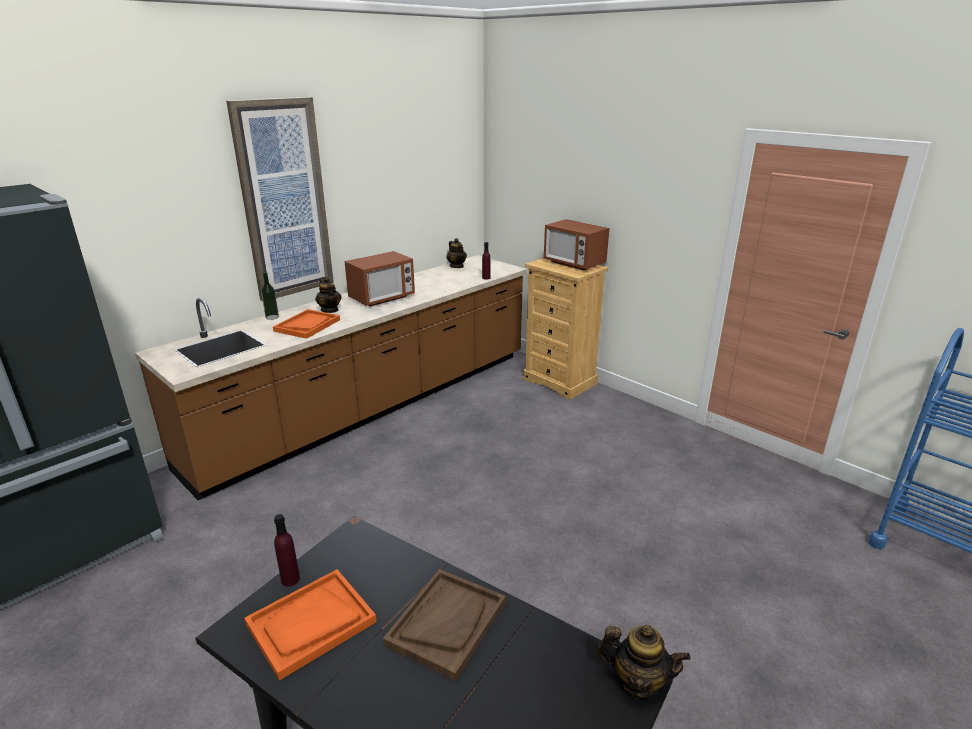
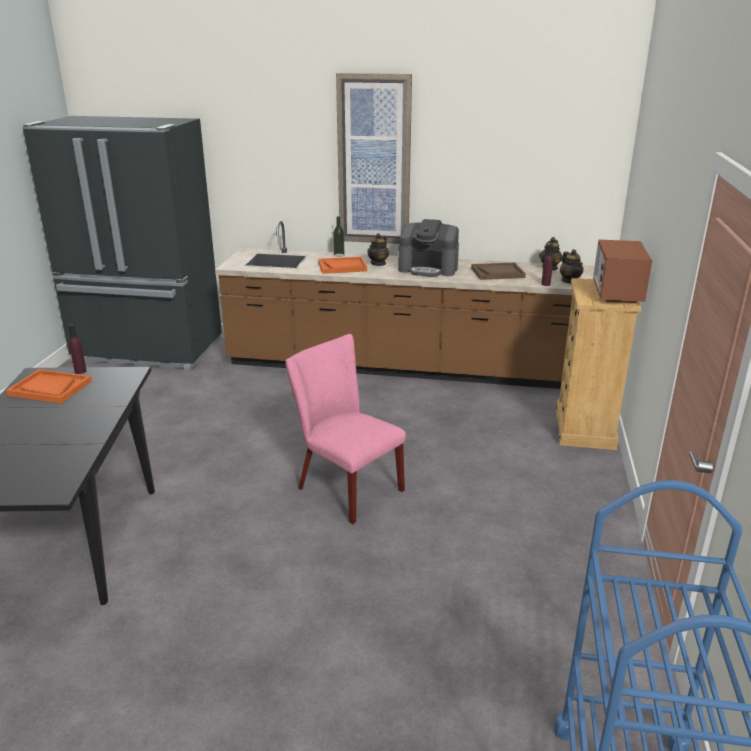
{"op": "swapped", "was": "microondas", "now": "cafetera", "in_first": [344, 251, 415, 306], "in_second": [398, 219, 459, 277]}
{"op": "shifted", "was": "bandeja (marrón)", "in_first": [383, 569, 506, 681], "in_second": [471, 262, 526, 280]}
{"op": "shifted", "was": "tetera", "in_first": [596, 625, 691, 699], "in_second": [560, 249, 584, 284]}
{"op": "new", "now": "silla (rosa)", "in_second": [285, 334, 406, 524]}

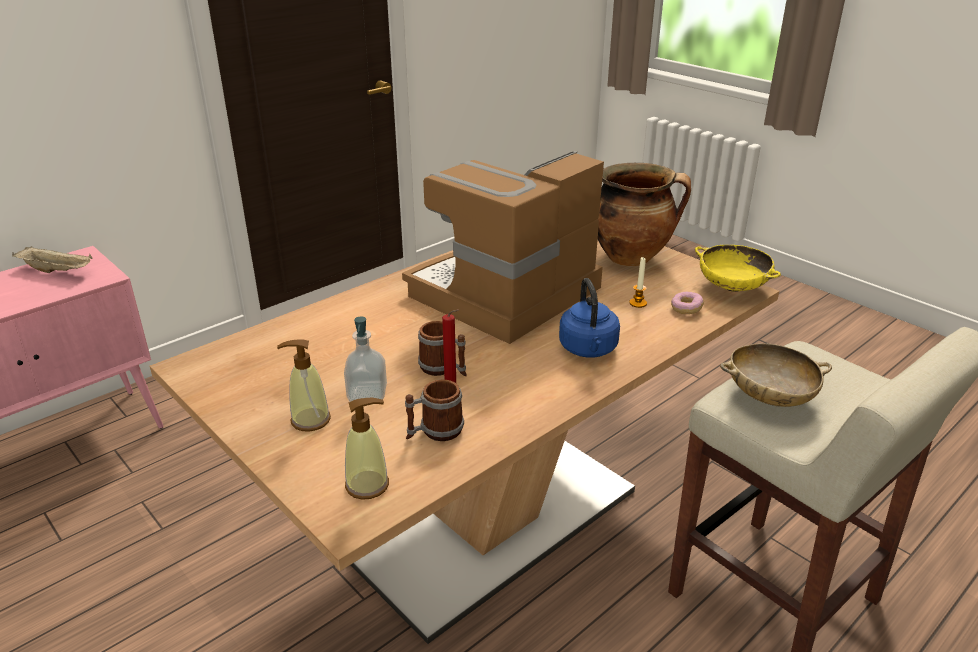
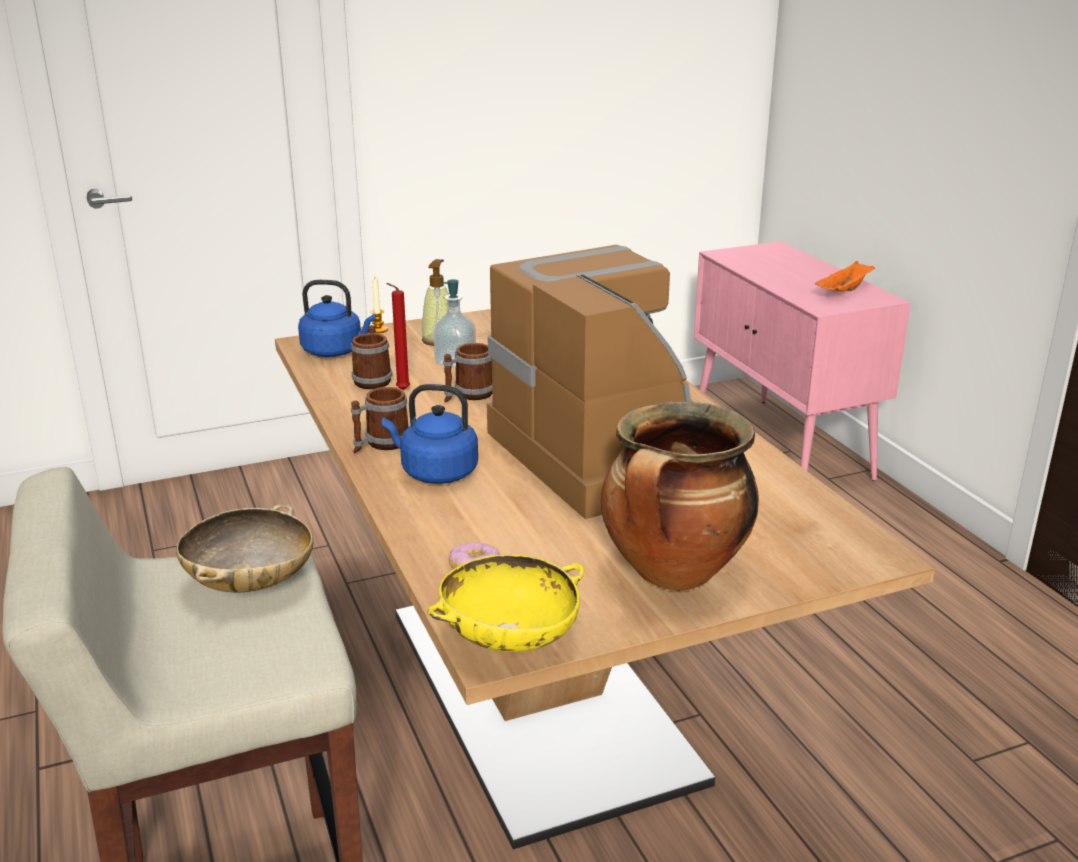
{"op": "repainted", "was": "bandeja (beis)", "now": "bandeja (naranja)", "in_first": [12, 246, 93, 273], "in_second": [815, 261, 875, 291]}
{"op": "swapped", "was": "dispensador de jabón", "now": "hervidor (azul)", "in_first": [345, 398, 389, 500], "in_second": [298, 280, 375, 357]}
{"op": "shifted", "was": "vela", "in_first": [629, 257, 647, 308], "in_second": [370, 277, 388, 333]}
{"op": "new", "now": "taza grande", "in_second": [351, 387, 408, 453]}

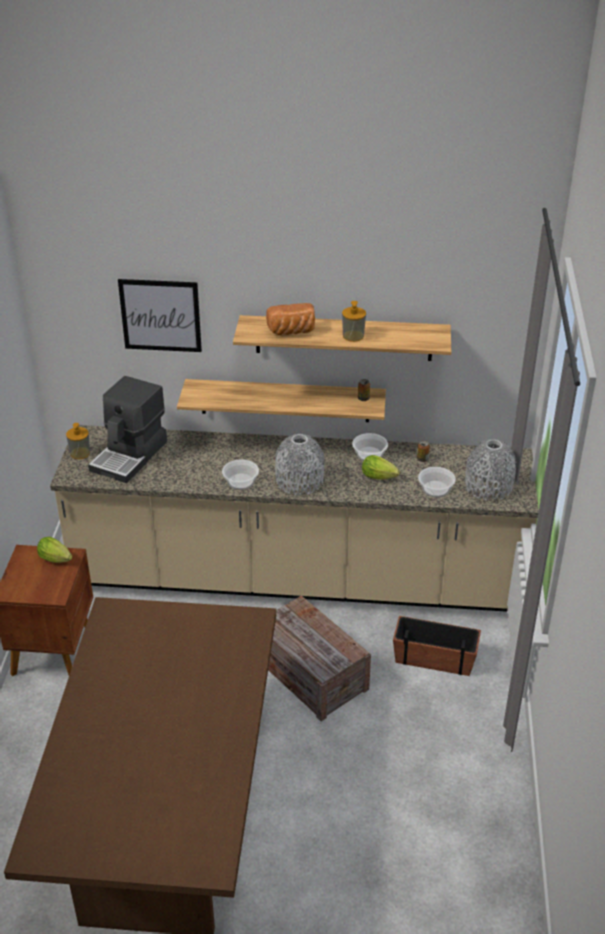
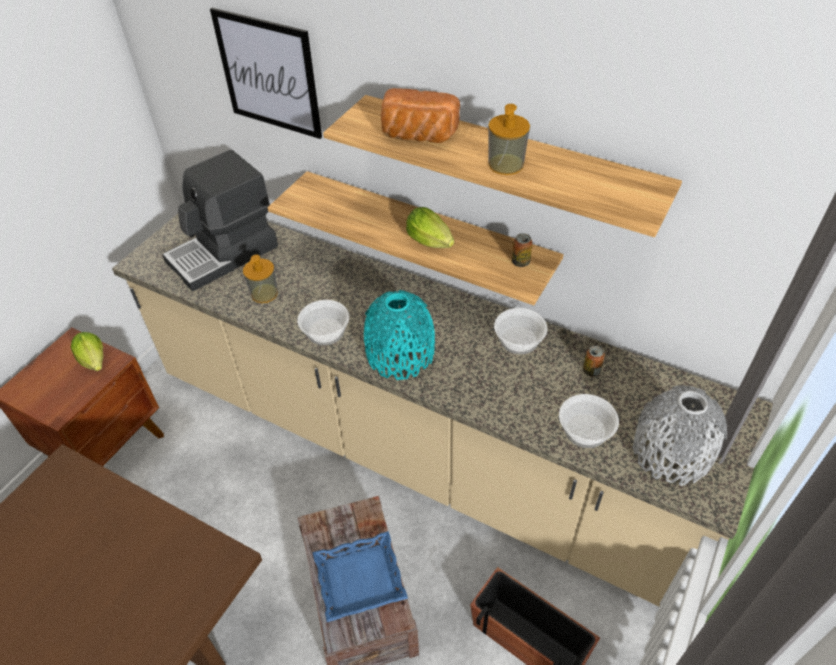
{"op": "shifted", "was": "dispensador de jabón", "in_first": [66, 423, 90, 459], "in_second": [243, 255, 278, 303]}
{"op": "repainted", "was": "florero (gris)", "now": "florero (turquesa)", "in_first": [275, 434, 325, 495], "in_second": [364, 290, 435, 380]}
{"op": "shifted", "was": "lechuga", "in_first": [362, 455, 400, 480], "in_second": [406, 207, 454, 248]}
{"op": "new", "now": "bandeja (azul)", "in_second": [312, 531, 408, 622]}

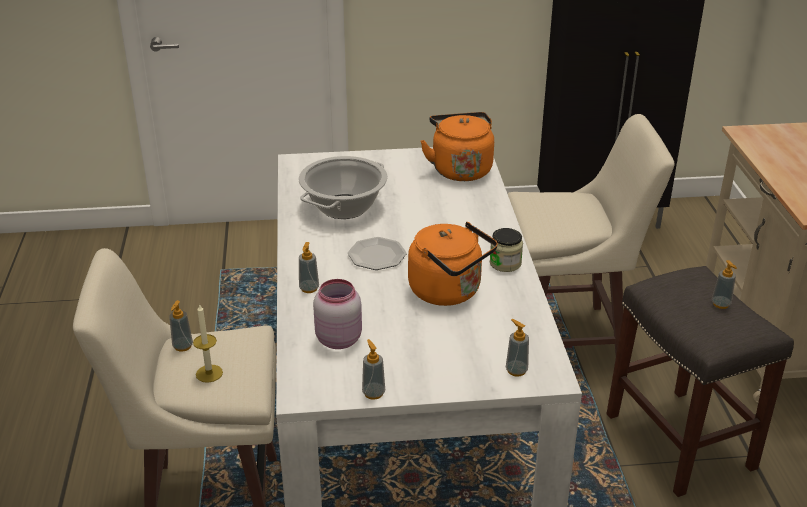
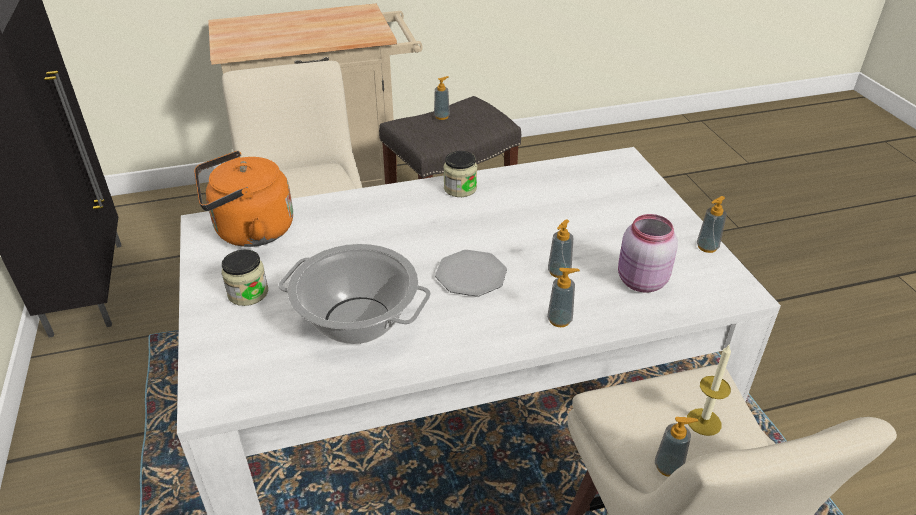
{"op": "gone", "was": "hervidor (naranja)", "in_first": [408, 222, 498, 306]}
{"op": "shifted", "was": "dispensador de jabón", "in_first": [506, 319, 529, 377], "in_second": [548, 219, 573, 278]}
{"op": "new", "now": "tarro", "in_second": [222, 249, 268, 306]}

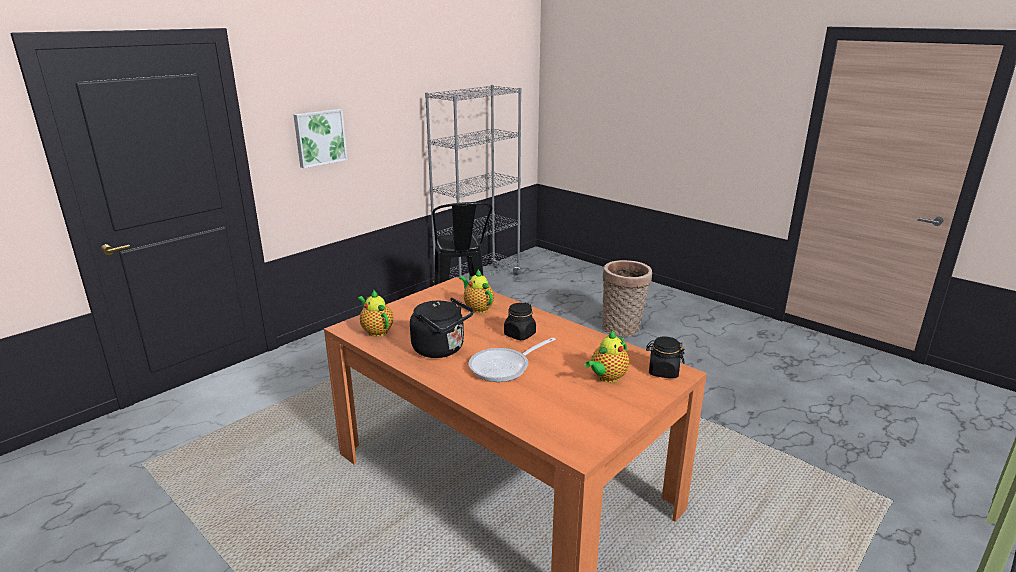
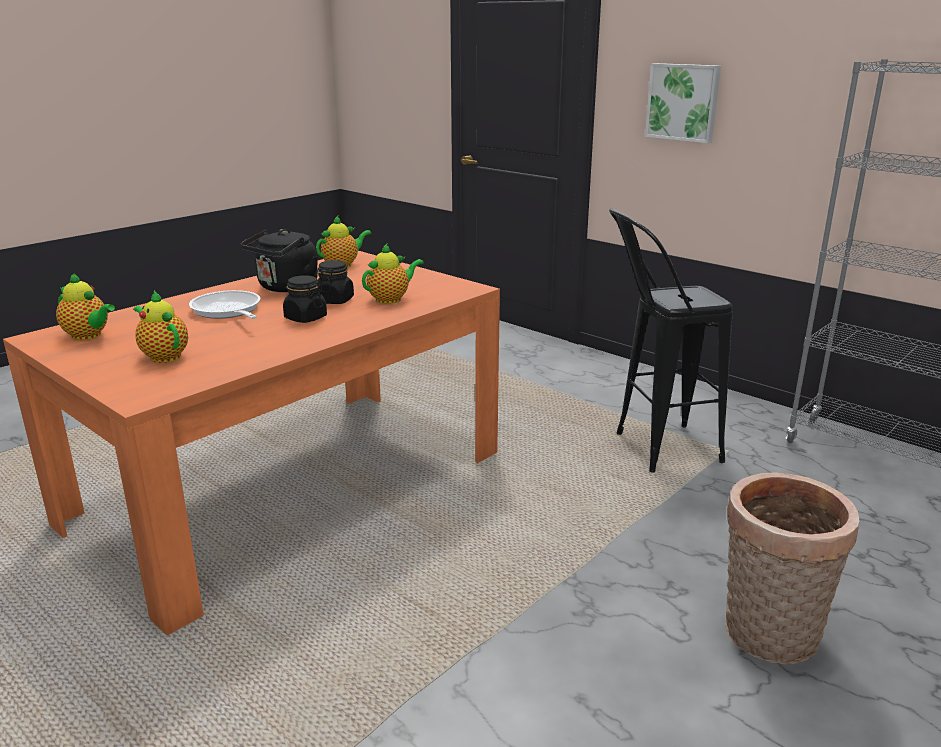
{"op": "shifted", "was": "tarro (negro)", "in_first": [646, 336, 685, 378], "in_second": [317, 260, 354, 304]}
{"op": "new", "now": "tetera", "in_second": [56, 273, 115, 340]}

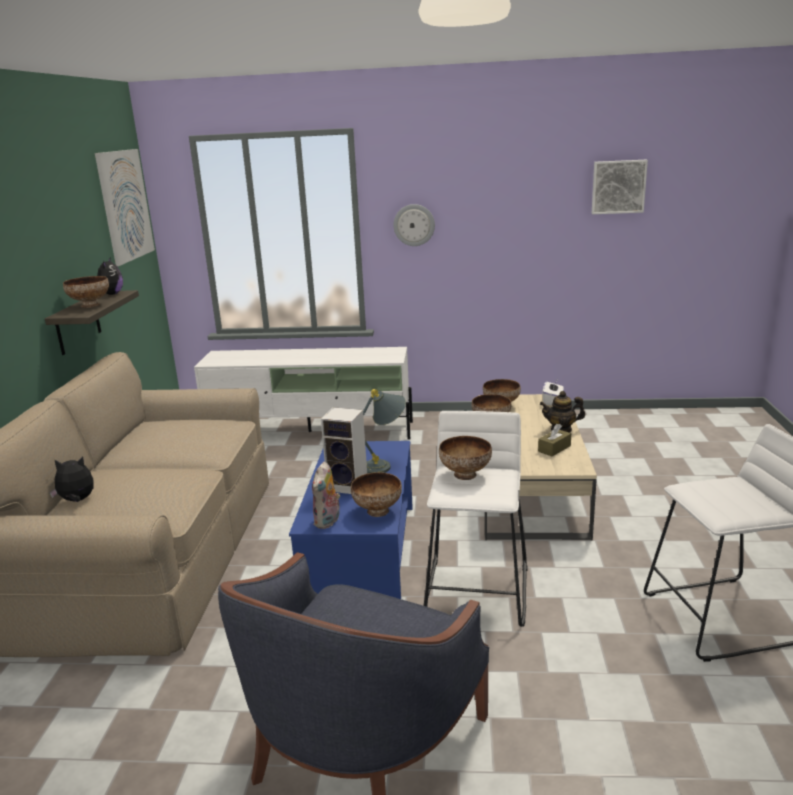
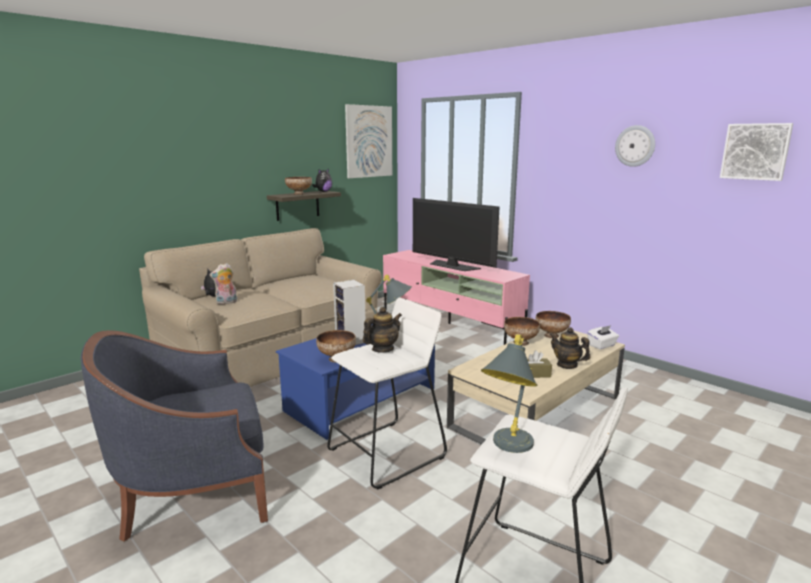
{"op": "repainted", "was": "mueble de televisión (blanco)", "now": "mueble de televisión (rosa)", "in_first": [194, 347, 413, 440], "in_second": [383, 250, 530, 345]}
{"op": "shifted", "was": "peluche", "in_first": [312, 462, 340, 529], "in_second": [210, 263, 237, 304]}
{"op": "shifted", "was": "reloj de pared", "in_first": [393, 204, 435, 246], "in_second": [615, 125, 655, 167]}
{"op": "swapped", "was": "cuenco", "now": "tetera", "in_first": [439, 436, 492, 480], "in_second": [363, 307, 402, 353]}
{"op": "new", "now": "televisor", "in_second": [413, 198, 500, 271]}
{"op": "new", "now": "lámpara de mesa (gris)", "in_second": [481, 334, 537, 453]}

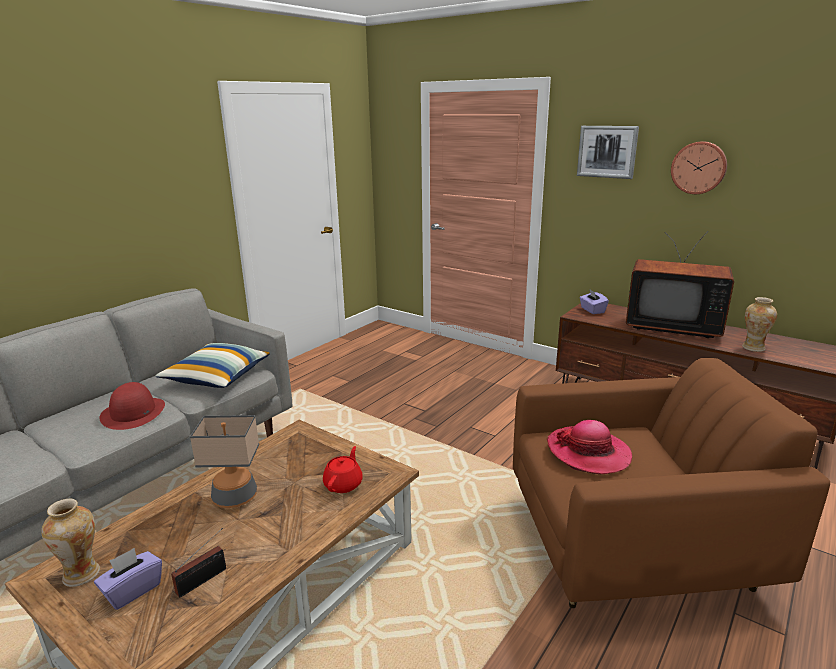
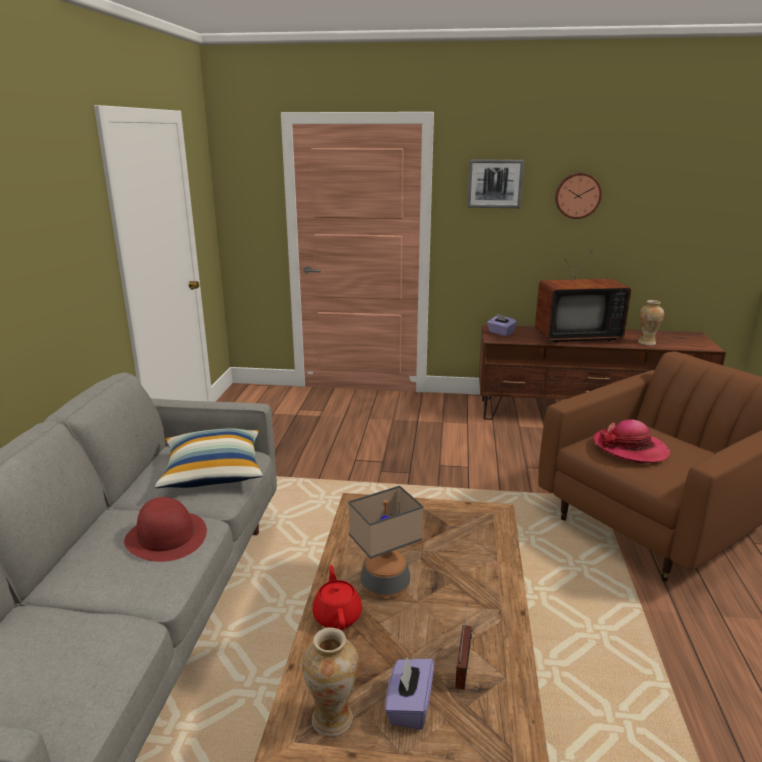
{"op": "shifted", "was": "tetera (rojo)", "in_first": [323, 446, 363, 493], "in_second": [313, 565, 362, 630]}

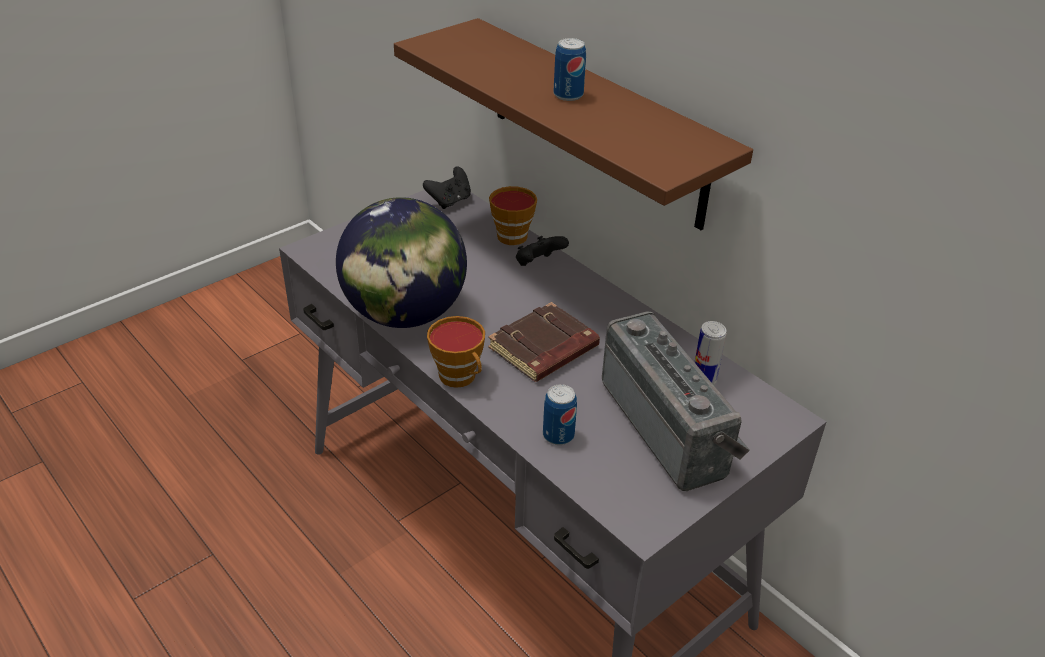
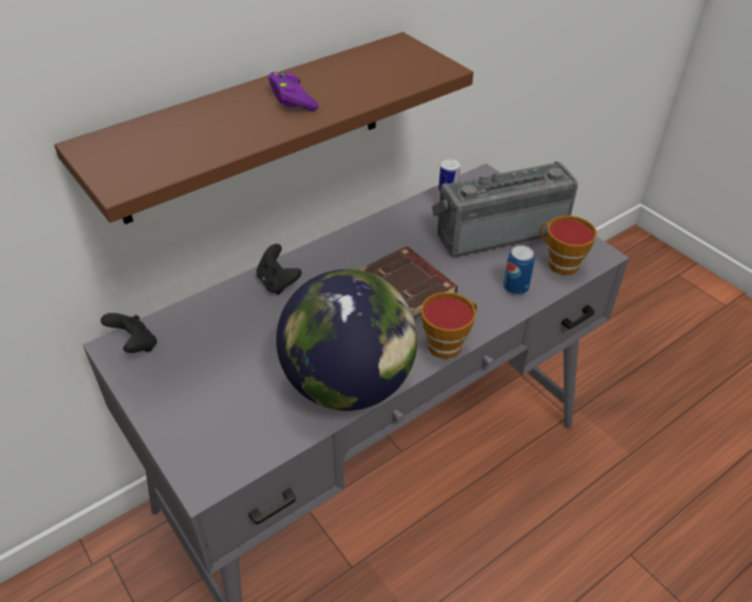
{"op": "shifted", "was": "taza", "in_first": [489, 186, 537, 245], "in_second": [539, 216, 597, 275]}
{"op": "swapped", "was": "lata", "now": "mando de consola (morado)", "in_first": [553, 38, 586, 101], "in_second": [268, 72, 319, 111]}

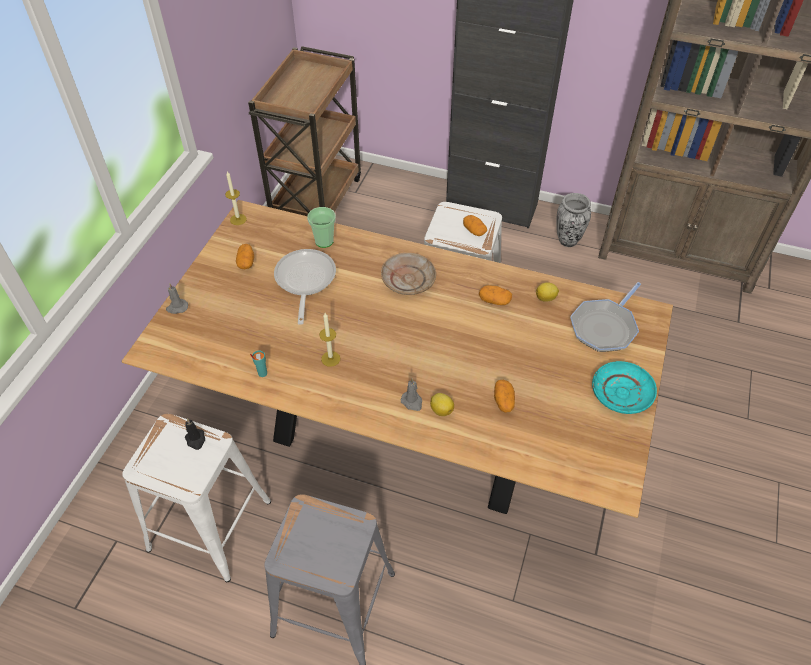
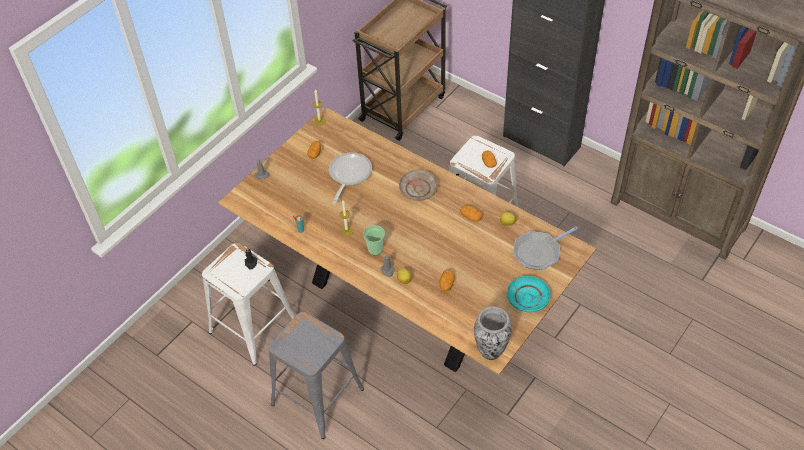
{"op": "shifted", "was": "taza", "in_first": [307, 207, 336, 248], "in_second": [363, 225, 385, 256]}
{"op": "shifted", "was": "florero", "in_first": [556, 193, 591, 247], "in_second": [474, 306, 512, 360]}

